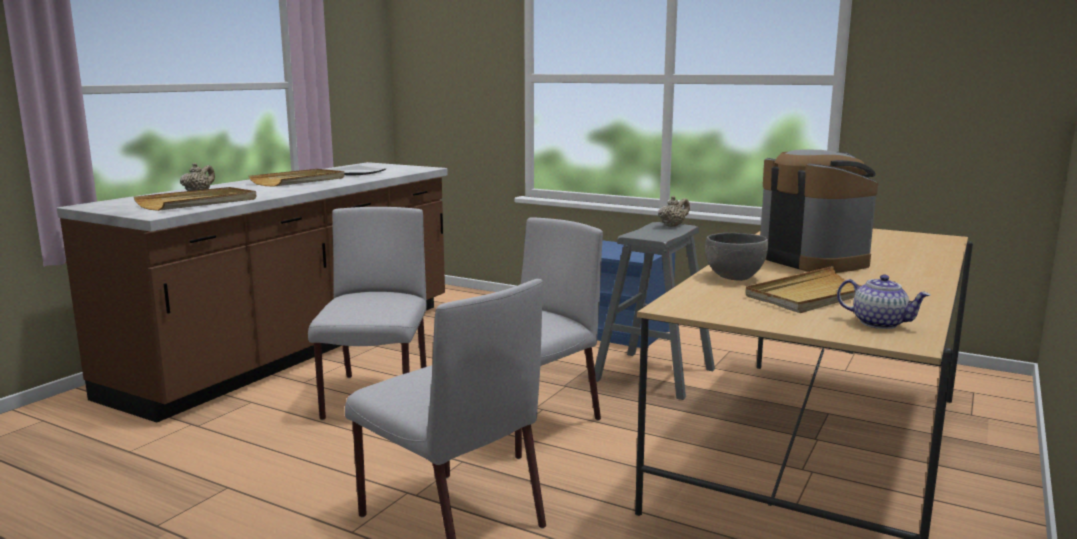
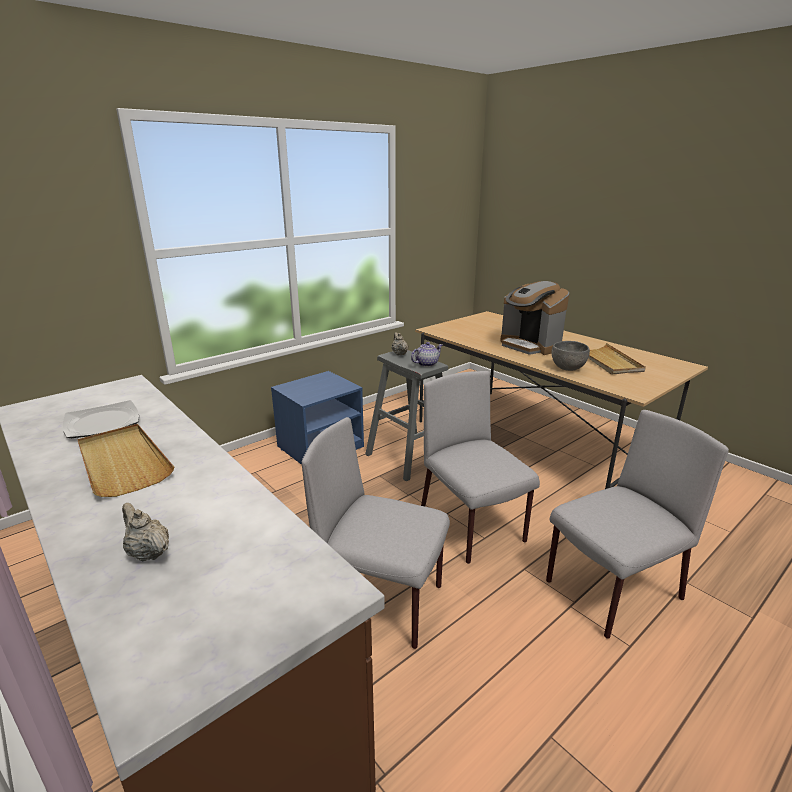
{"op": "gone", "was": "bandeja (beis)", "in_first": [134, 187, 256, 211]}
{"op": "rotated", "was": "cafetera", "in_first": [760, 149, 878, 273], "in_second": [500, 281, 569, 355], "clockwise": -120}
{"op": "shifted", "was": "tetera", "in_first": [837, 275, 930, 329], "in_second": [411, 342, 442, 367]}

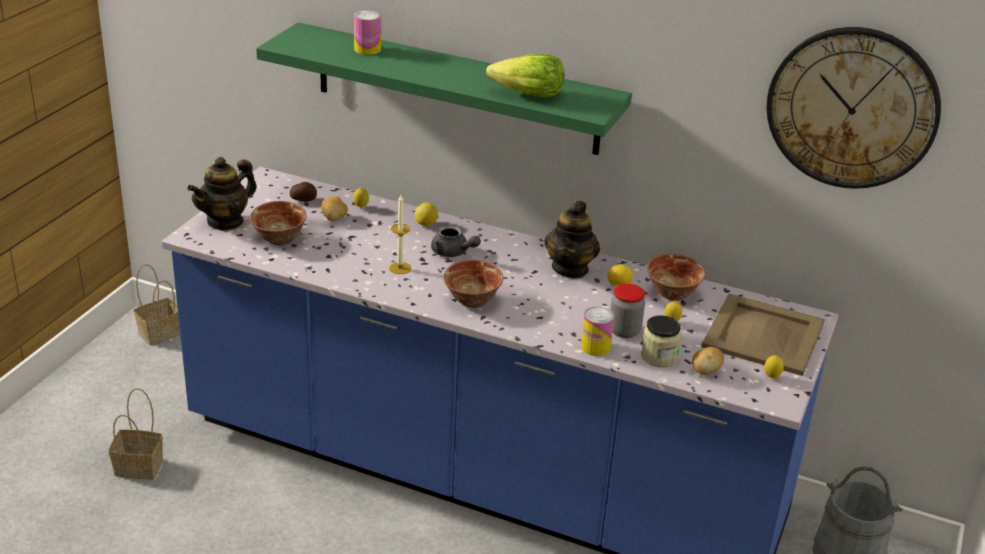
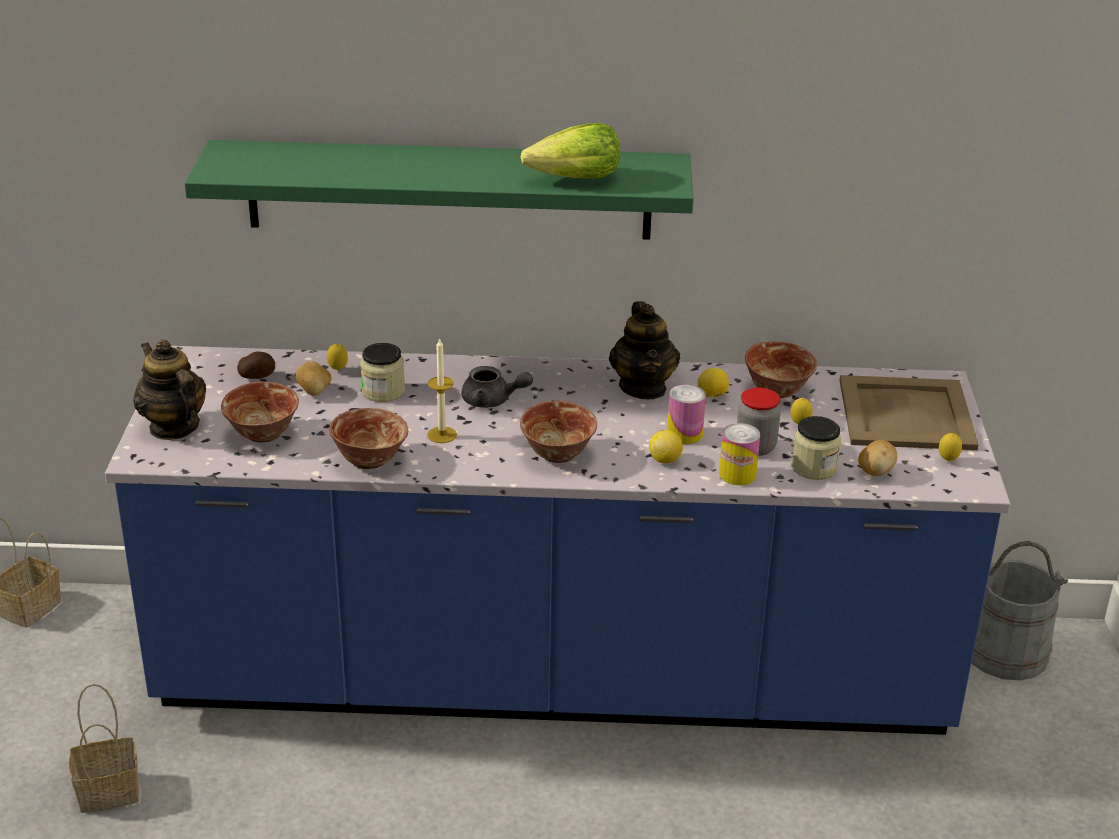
{"op": "rotated", "was": "tetera", "in_first": [187, 157, 257, 231], "in_second": [133, 339, 206, 440], "clockwise": 120}
{"op": "shifted", "was": "lata", "in_first": [354, 10, 381, 55], "in_second": [667, 384, 706, 444]}
{"op": "shifted", "was": "limón", "in_first": [415, 203, 438, 226], "in_second": [649, 430, 683, 464]}
{"op": "gone", "was": "reloj de pared", "in_first": [767, 27, 941, 189]}
{"op": "new", "now": "cuenco", "in_second": [329, 408, 408, 469]}
{"op": "new", "now": "tarro", "in_second": [360, 343, 405, 402]}

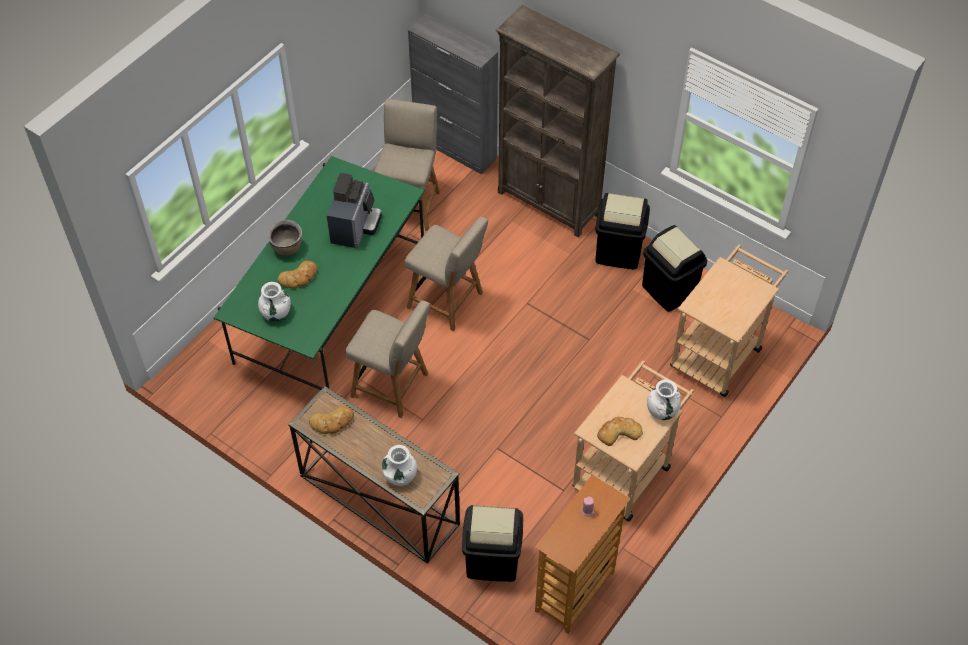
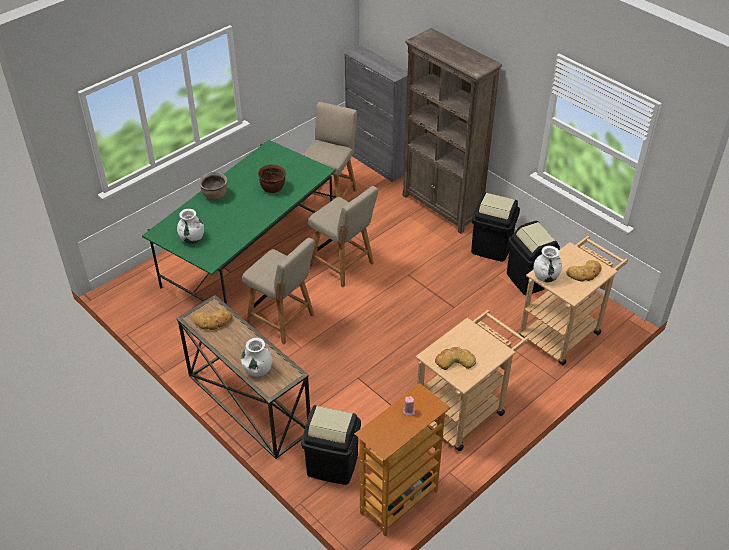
{"op": "shifted", "was": "pan", "in_first": [278, 260, 318, 288], "in_second": [566, 260, 601, 282]}
{"op": "swapped", "was": "cafetera", "now": "olla (marrón)", "in_first": [327, 173, 382, 249], "in_second": [258, 164, 286, 193]}
{"op": "shifted", "was": "florero (blanco)", "in_first": [647, 379, 681, 420], "in_second": [534, 246, 562, 282]}

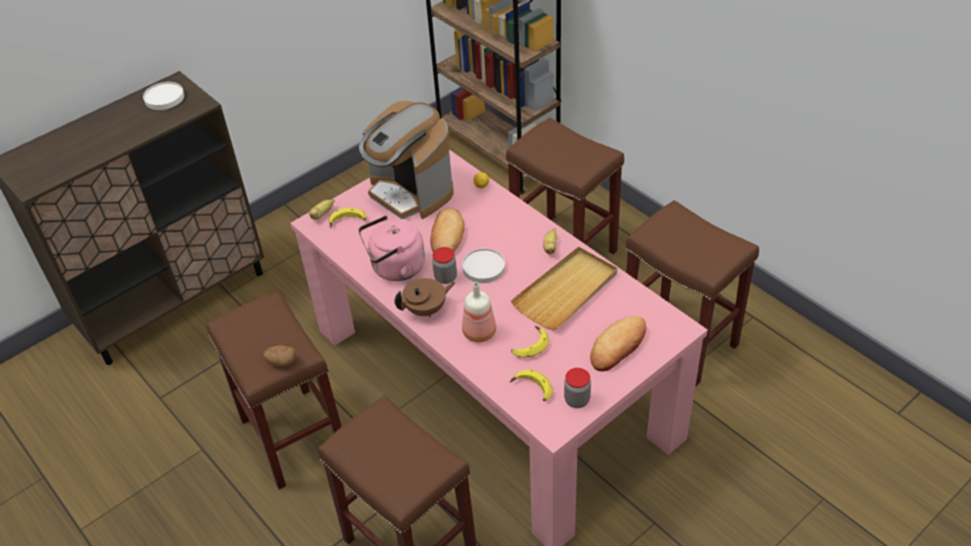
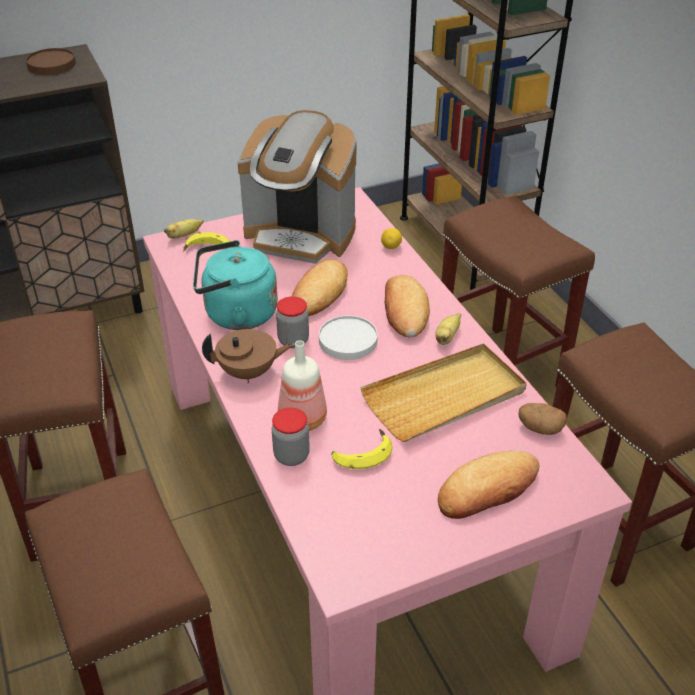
{"op": "repainted", "was": "plato (blanco)", "now": "plato (marrón)", "in_first": [143, 82, 184, 110], "in_second": [26, 48, 76, 75]}
{"op": "shifted", "was": "patata", "in_first": [263, 345, 296, 367], "in_second": [518, 403, 567, 435]}
{"op": "repainted", "was": "hervidor (rosa)", "now": "hervidor (turquesa)", "in_first": [358, 215, 425, 281], "in_second": [193, 240, 278, 330]}
{"op": "rotated", "was": "cafetera", "in_first": [359, 101, 454, 219], "in_second": [238, 110, 357, 264], "clockwise": -45}
{"op": "gone", "was": "plátano", "in_first": [509, 370, 553, 401]}
{"op": "shifted", "was": "tarro", "in_first": [564, 368, 591, 408], "in_second": [272, 408, 310, 466]}
{"op": "new", "now": "pan", "in_second": [385, 275, 430, 337]}

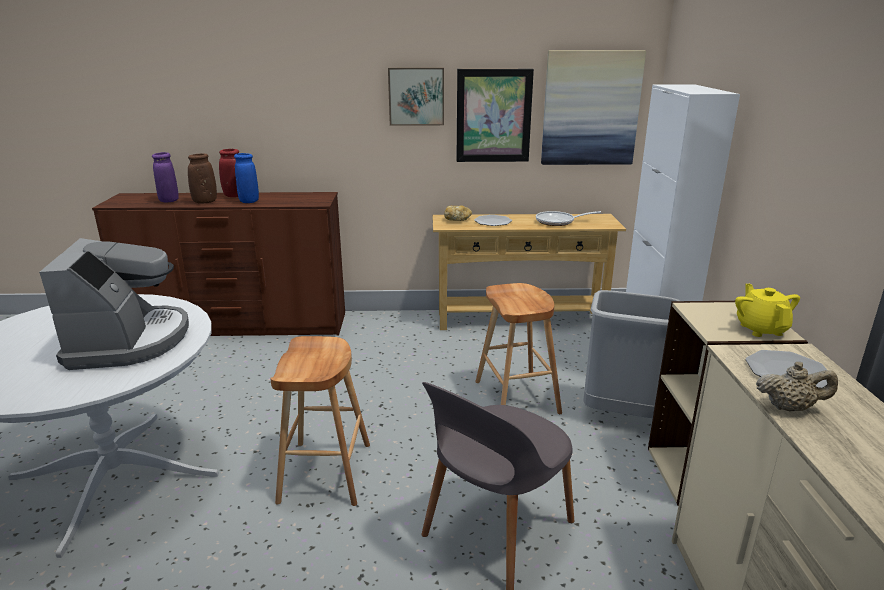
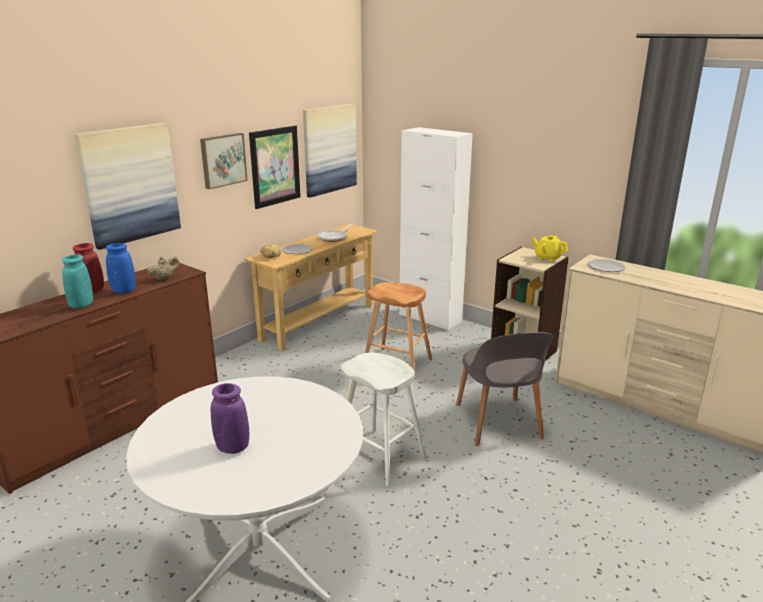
{"op": "gone", "was": "cafetera", "in_first": [39, 238, 189, 370]}
{"op": "shifted", "was": "florero (morado)", "in_first": [152, 152, 179, 203], "in_second": [211, 383, 249, 454]}
{"op": "repainted", "was": "florero (marrón)", "now": "florero (turquesa)", "in_first": [188, 154, 217, 203], "in_second": [62, 254, 93, 308]}
{"op": "repainted", "was": "taburete (marrón)", "now": "taburete (blanco)", "in_first": [270, 336, 370, 506], "in_second": [341, 353, 427, 486]}
{"op": "gone", "was": "papelera (gris)", "in_first": [583, 290, 680, 418]}
{"op": "shifted", "was": "tetera (beis)", "in_first": [756, 362, 838, 411], "in_second": [147, 256, 180, 280]}
{"op": "new", "now": "cuadro", "in_second": [75, 123, 181, 250]}

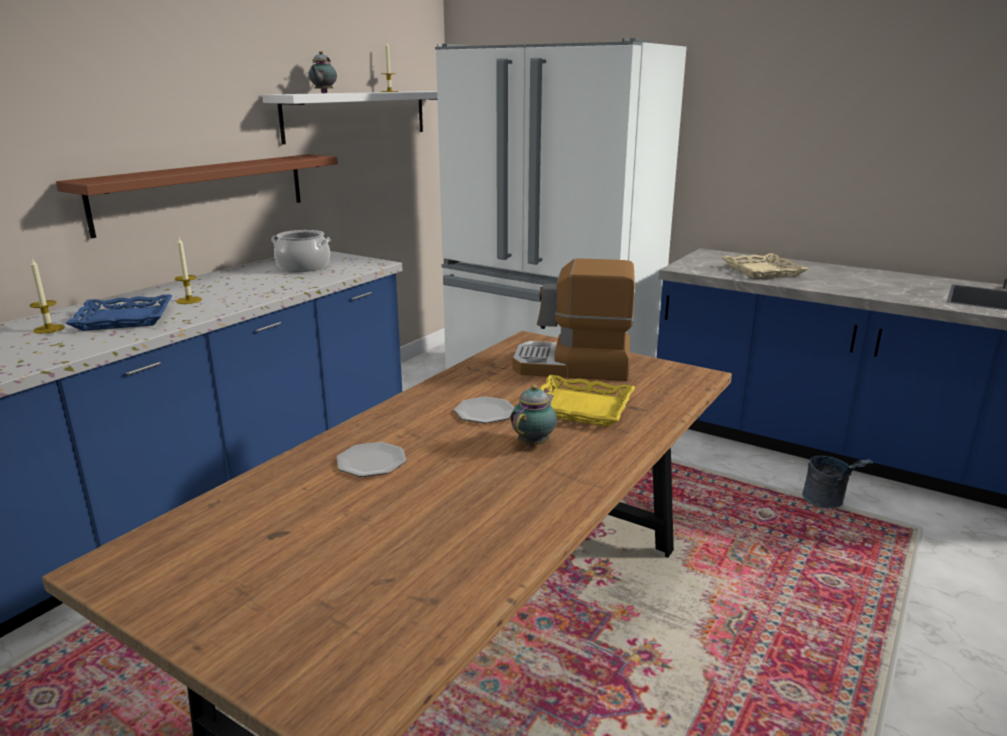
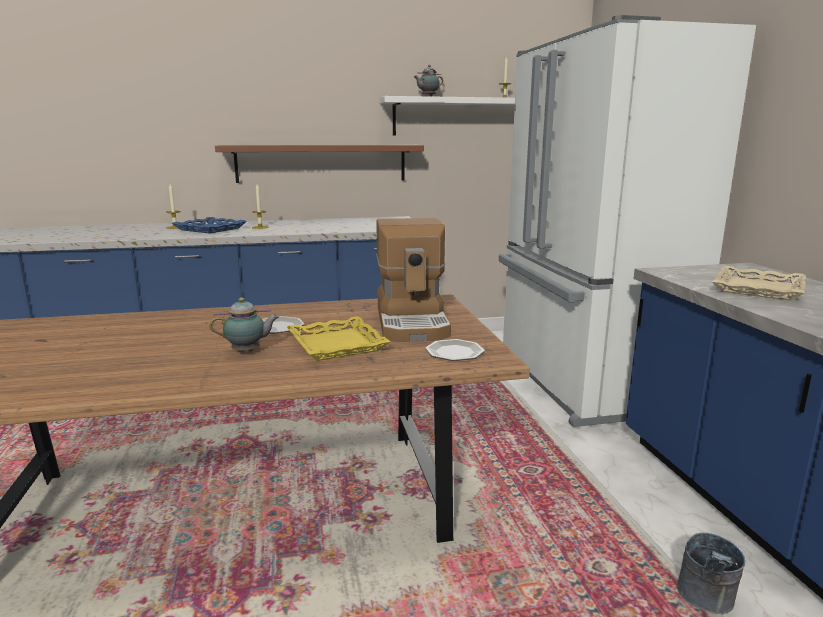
{"op": "gone", "was": "olla", "in_first": [271, 230, 331, 272]}
{"op": "shifted", "was": "plato", "in_first": [337, 442, 406, 477], "in_second": [425, 339, 485, 361]}
{"op": "rotated", "was": "cafetera", "in_first": [512, 258, 635, 381], "in_second": [376, 218, 451, 342], "clockwise": -150}

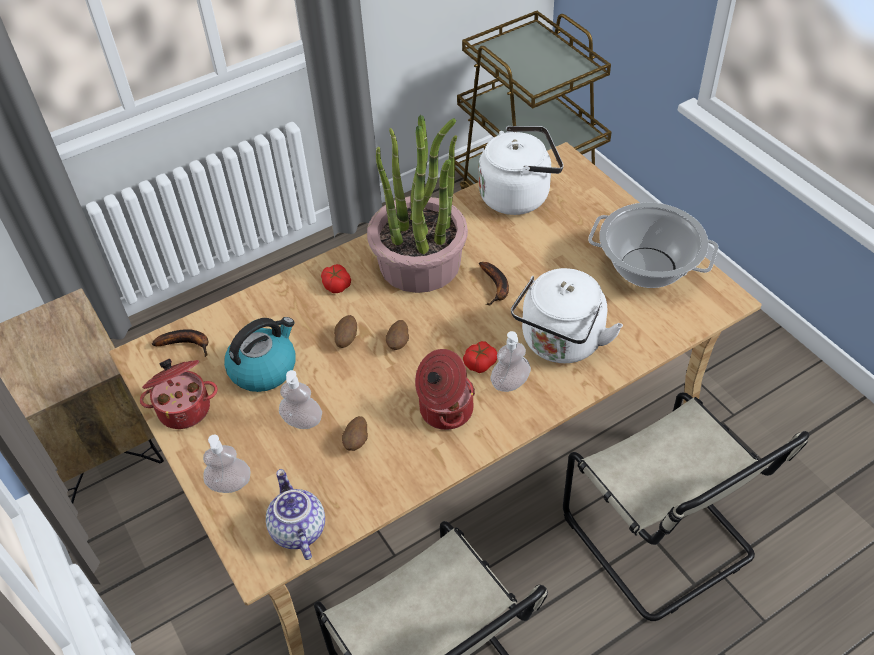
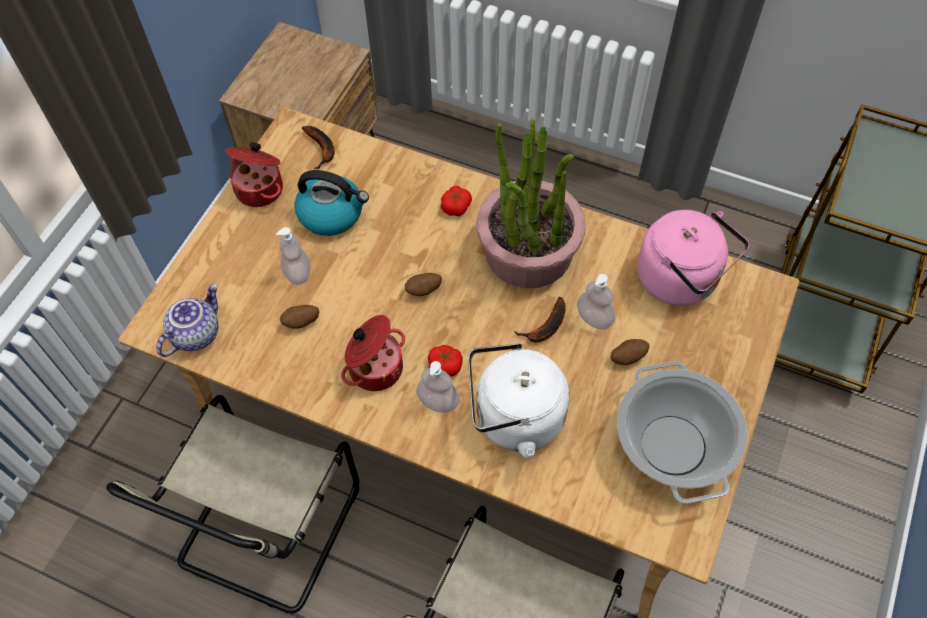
{"op": "shifted", "was": "dispensador de jabón", "in_first": [203, 435, 251, 493], "in_second": [577, 274, 615, 330]}
{"op": "shifted", "was": "patata", "in_first": [334, 315, 357, 348], "in_second": [611, 339, 650, 365]}
{"op": "repainted", "was": "hervidor (blanco)", "now": "hervidor (rosa)", "in_first": [479, 126, 563, 215], "in_second": [637, 210, 749, 306]}

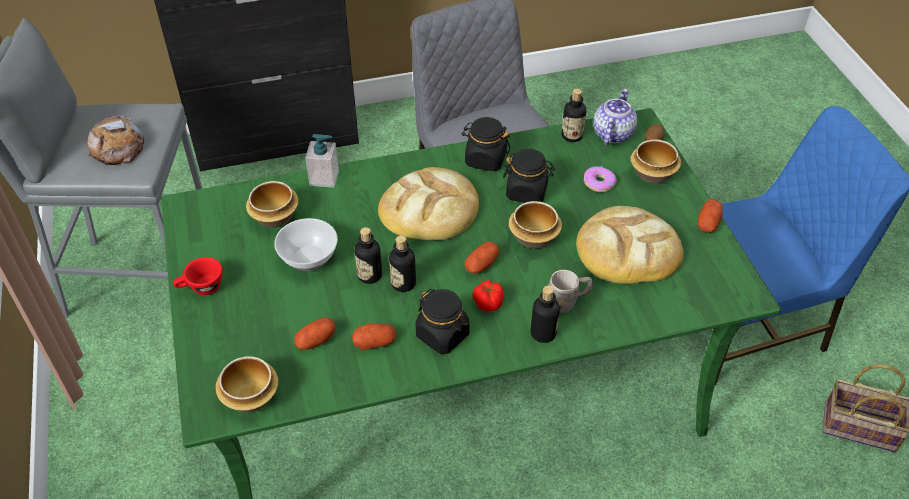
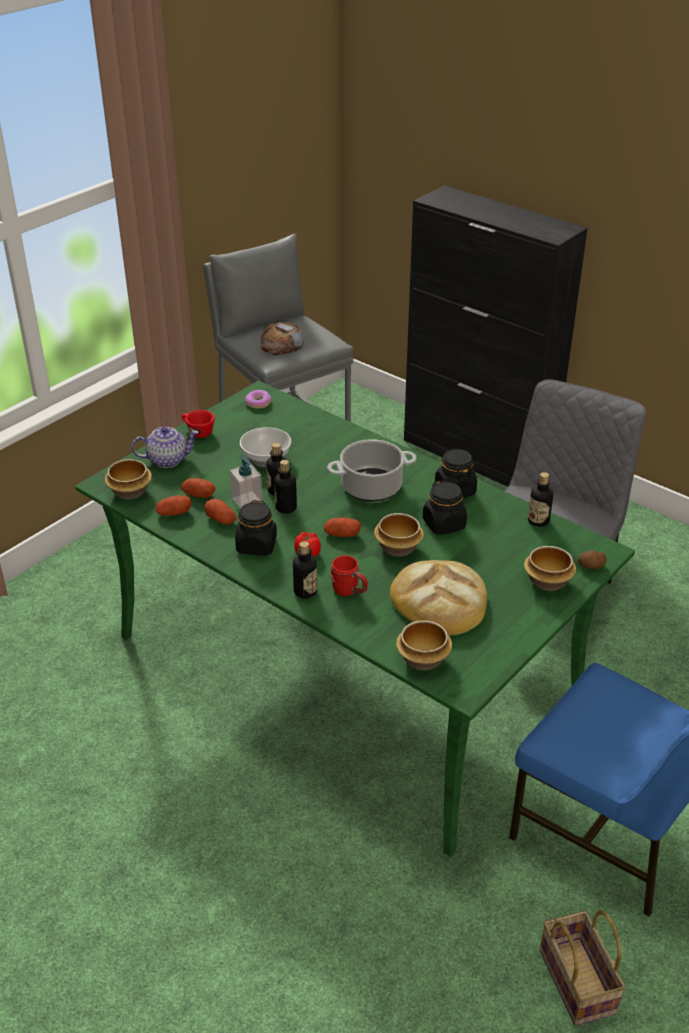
{"op": "shifted", "was": "cuenco", "in_first": [246, 181, 299, 228], "in_second": [396, 620, 452, 670]}
{"op": "shifted", "was": "dispensador de jabón", "in_first": [305, 134, 339, 188], "in_second": [229, 454, 263, 508]}
{"op": "swapped", "was": "pan", "now": "olla", "in_first": [378, 167, 479, 240], "in_second": [327, 439, 417, 501]}
{"op": "repainted", "was": "taza grande (gris)", "now": "taza grande (rojo)", "in_first": [548, 270, 593, 313], "in_second": [331, 555, 367, 596]}
{"op": "shifted", "was": "rosquilla", "in_first": [584, 166, 617, 192], "in_second": [245, 389, 272, 409]}
{"op": "shifted", "was": "tetera", "in_first": [593, 89, 637, 145], "in_second": [132, 426, 199, 468]}
{"op": "shifted", "was": "patata", "in_first": [698, 199, 723, 233], "in_second": [155, 496, 192, 516]}

